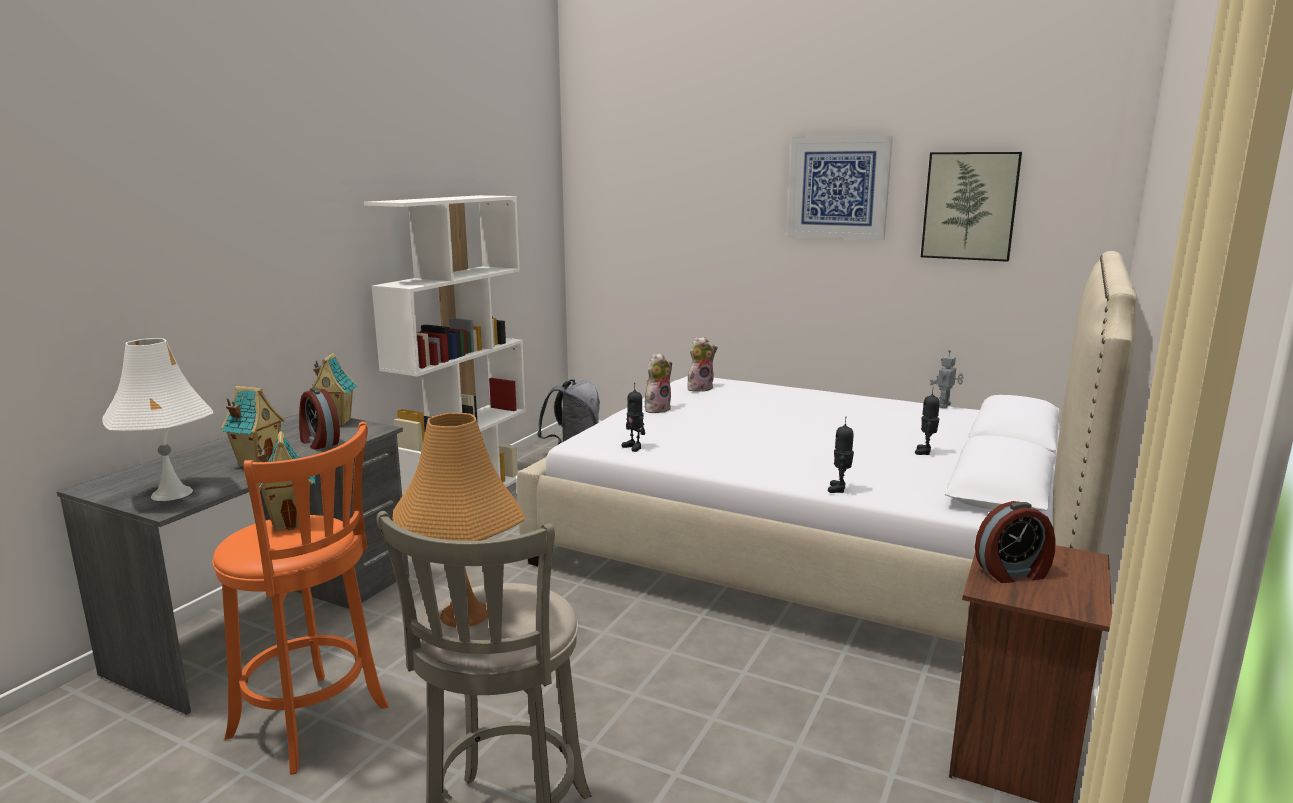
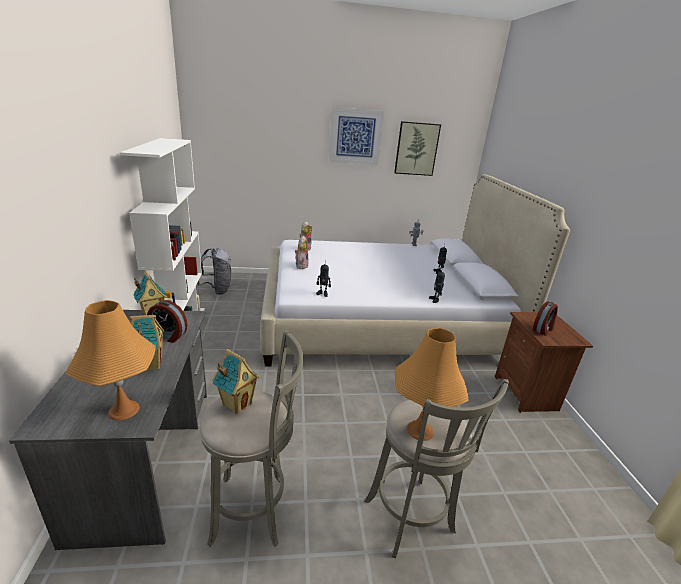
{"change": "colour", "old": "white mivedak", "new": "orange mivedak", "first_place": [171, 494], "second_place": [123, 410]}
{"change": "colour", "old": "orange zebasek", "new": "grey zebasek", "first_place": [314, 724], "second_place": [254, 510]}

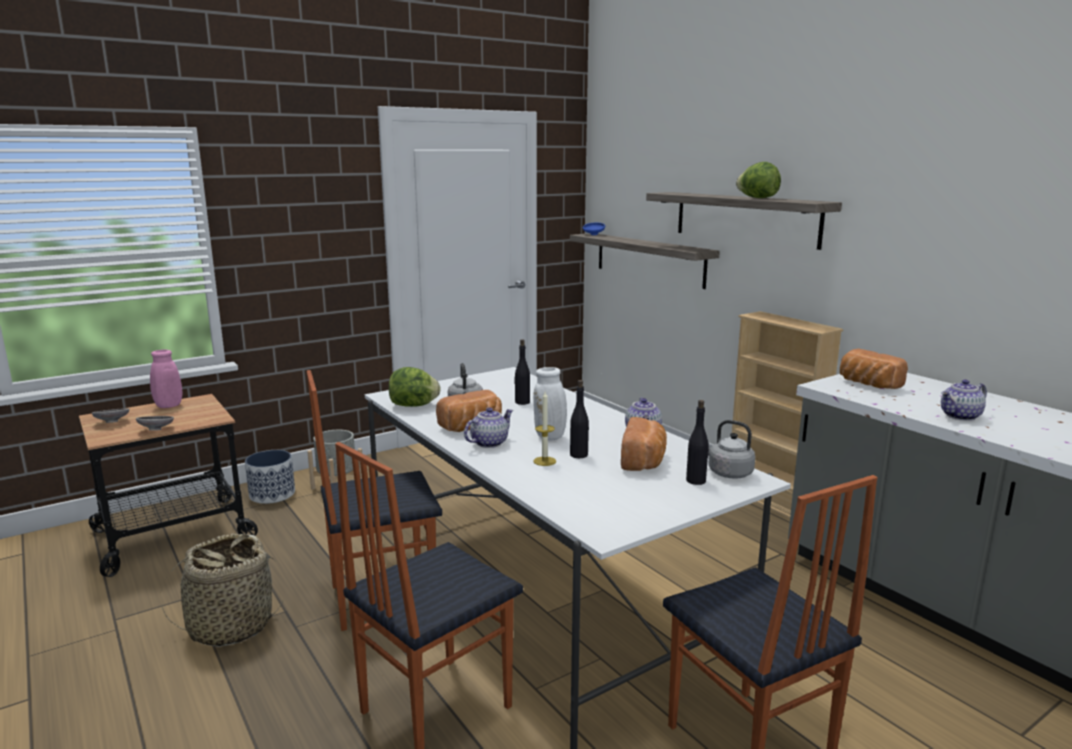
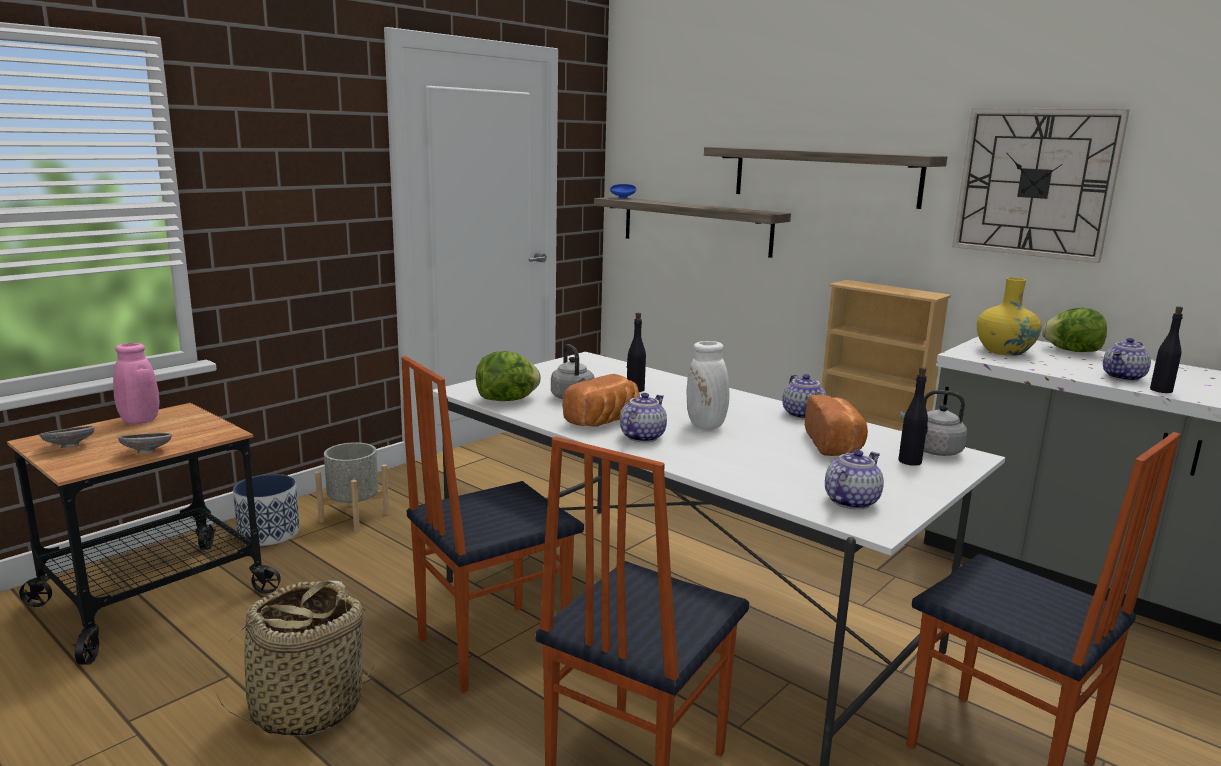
{"change": "missing", "old": "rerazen", "first_place": [544, 461]}
{"change": "appeared", "new": "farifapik", "second_place": [850, 501]}
{"change": "appeared", "new": "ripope", "second_place": [1035, 183]}
{"change": "relocated", "old": "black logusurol", "first_place": [579, 455], "second_place": [1161, 390]}
{"change": "relocated", "old": "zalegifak", "first_place": [757, 198], "second_place": [1072, 351]}
{"change": "exchanged", "old": "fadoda", "new": "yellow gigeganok", "first_place": [867, 384], "second_place": [1004, 351]}

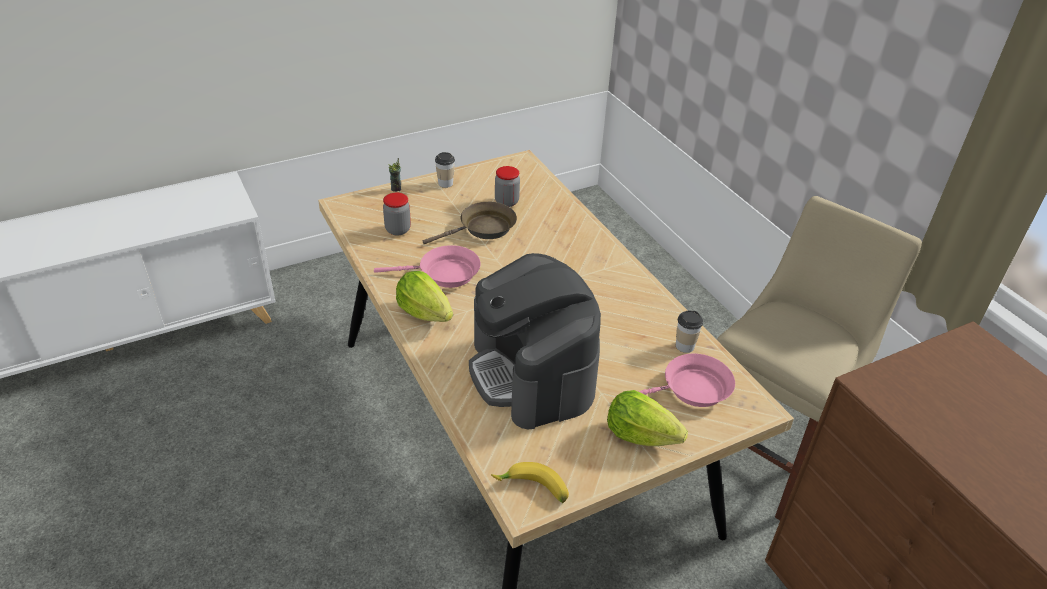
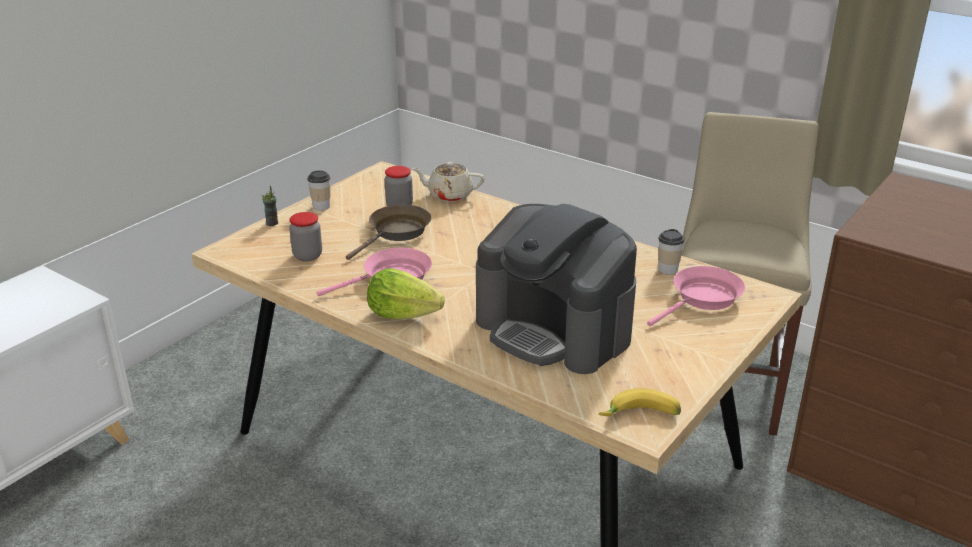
{"change": "missing", "old": "zalegifak", "first_place": [640, 435]}
{"change": "appeared", "new": "beige farifapik", "second_place": [449, 195]}

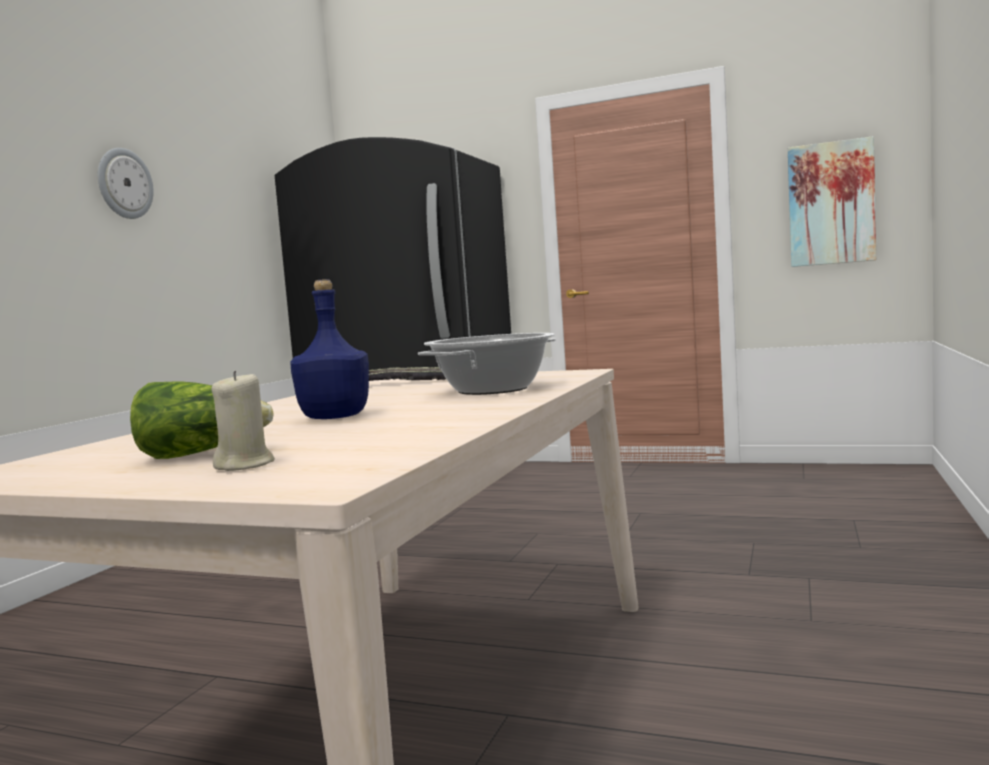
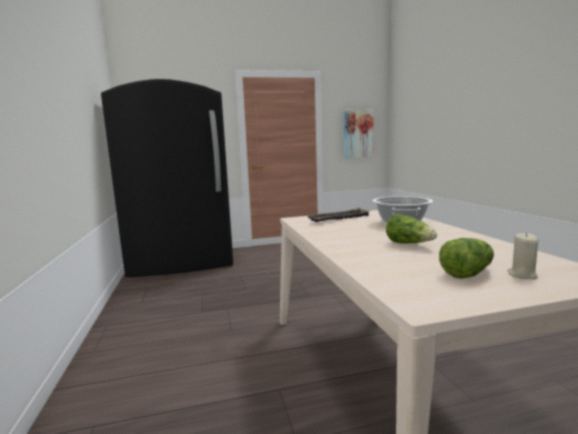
{"change": "missing", "old": "ripope", "first_place": [124, 184]}
{"change": "exchanged", "old": "blue logusurol", "new": "zalegifak", "first_place": [337, 417], "second_place": [409, 244]}

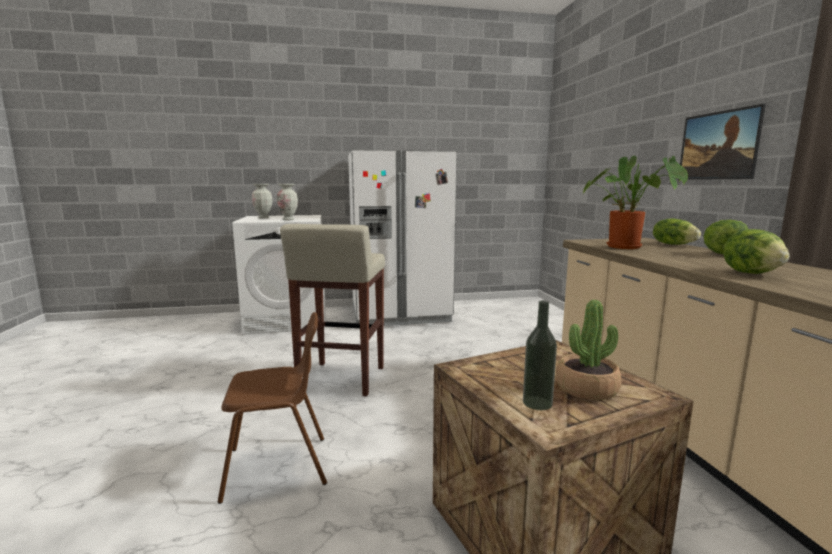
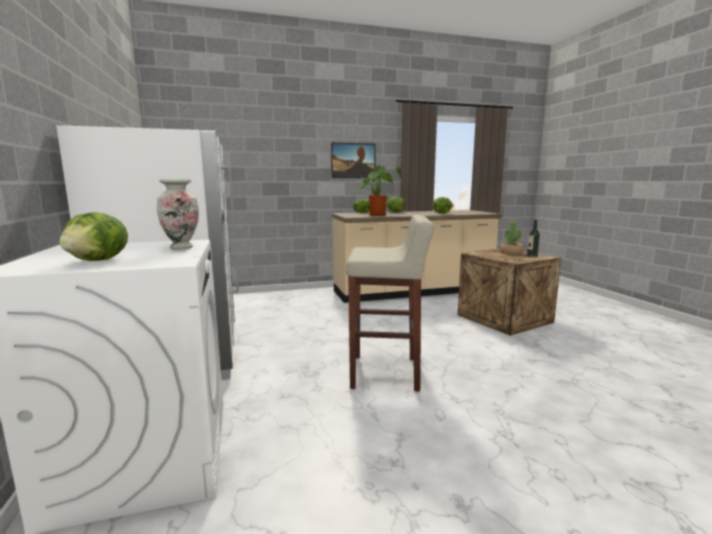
{"change": "missing", "old": "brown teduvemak", "first_place": [278, 467]}
{"change": "exchanged", "old": "gigeganok", "new": "zalegifak", "first_place": [263, 218], "second_place": [99, 261]}

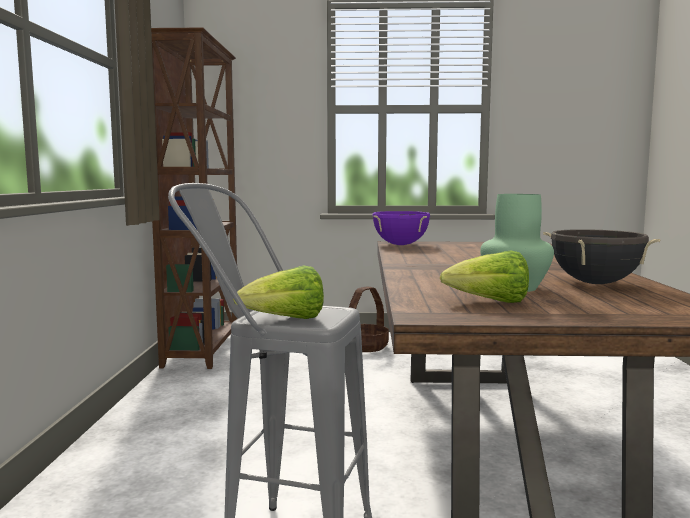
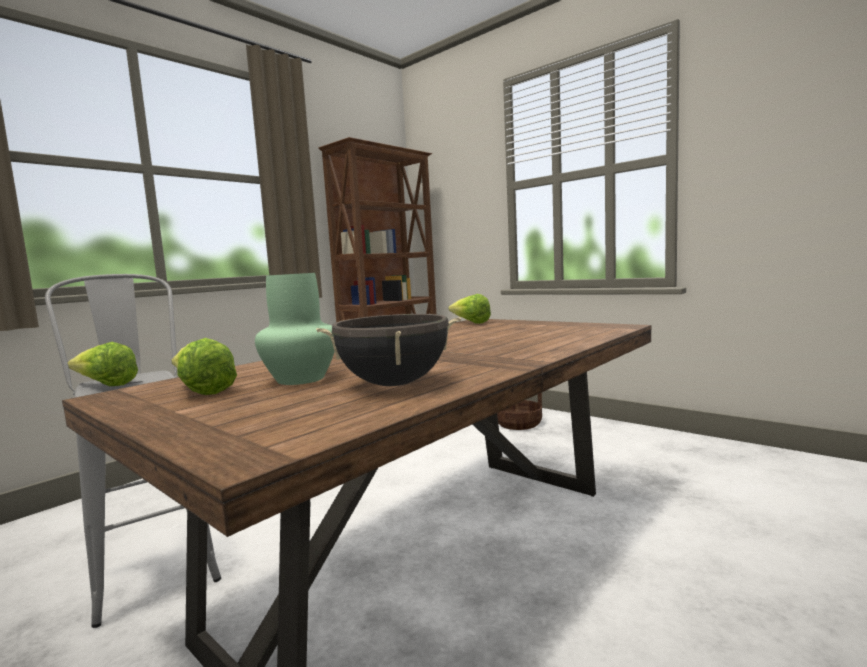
{"change": "exchanged", "old": "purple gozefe", "new": "zalegifak", "first_place": [400, 245], "second_place": [470, 323]}

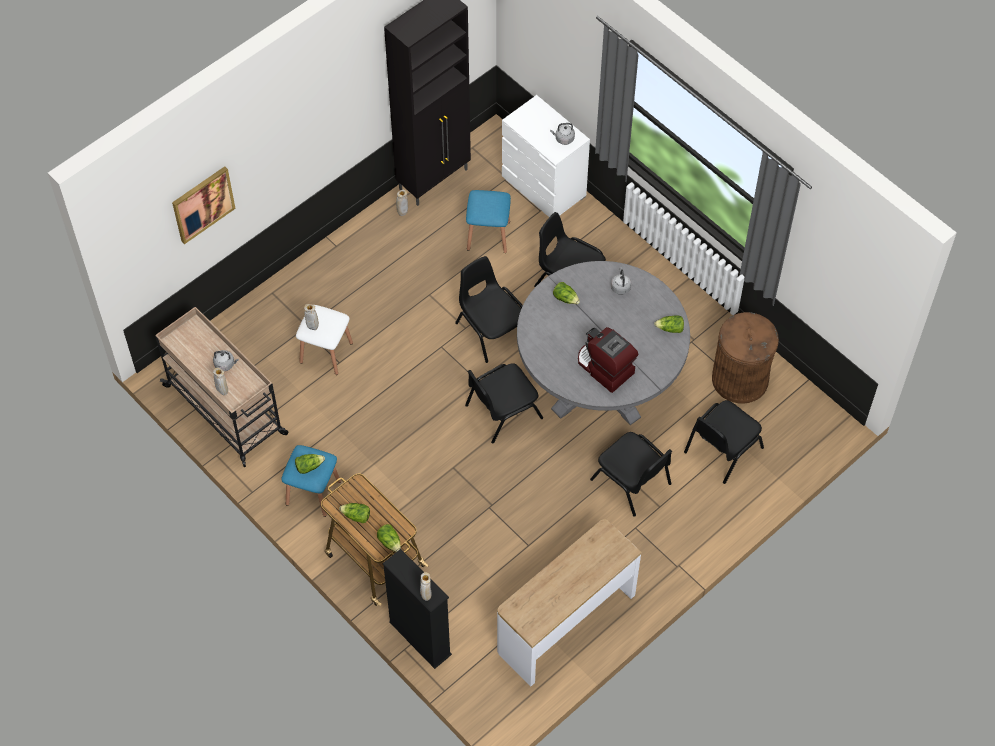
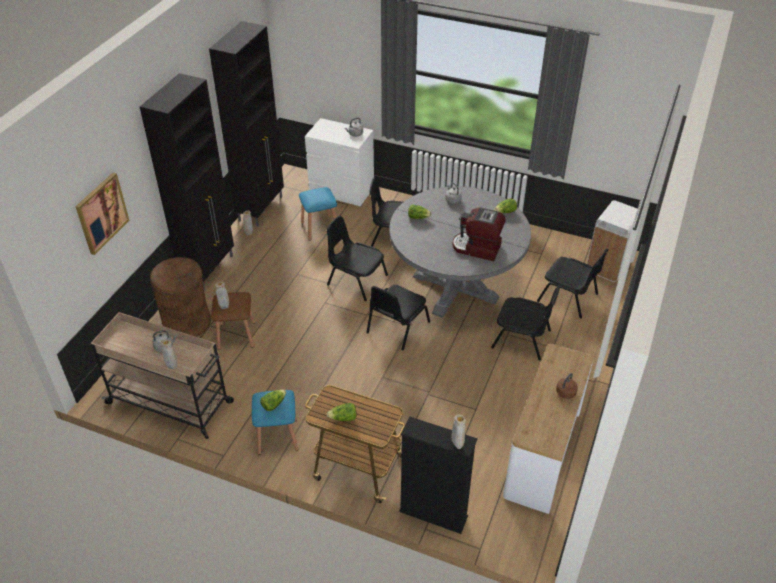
{"change": "missing", "old": "zalegifak", "first_place": [390, 542]}
{"change": "appeared", "new": "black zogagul", "second_place": [209, 269]}
{"change": "appeared", "new": "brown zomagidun", "second_place": [565, 393]}
{"change": "appeared", "new": "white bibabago", "second_place": [607, 266]}
{"change": "relocated", "old": "brown bibabago", "first_place": [740, 379], "second_place": [187, 322]}
{"change": "colour", "old": "white zebasek", "new": "brown zebasek", "first_place": [326, 352], "second_place": [236, 335]}
{"change": "spun", "old": "black teduvemak", "first_place": [721, 450], "second_place": [568, 298], "degrees": -75}

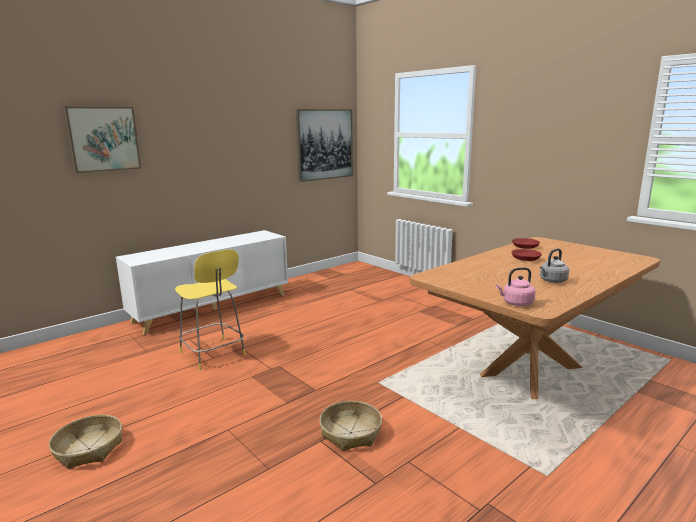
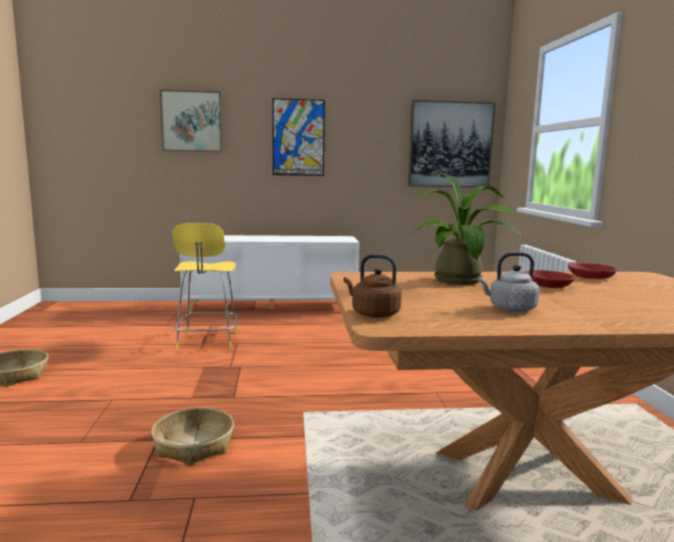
{"change": "appeared", "new": "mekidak", "second_place": [298, 137]}
{"change": "appeared", "new": "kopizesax", "second_place": [461, 282]}
{"change": "colour", "old": "pink zomagidun", "new": "brown zomagidun", "first_place": [516, 303], "second_place": [373, 314]}

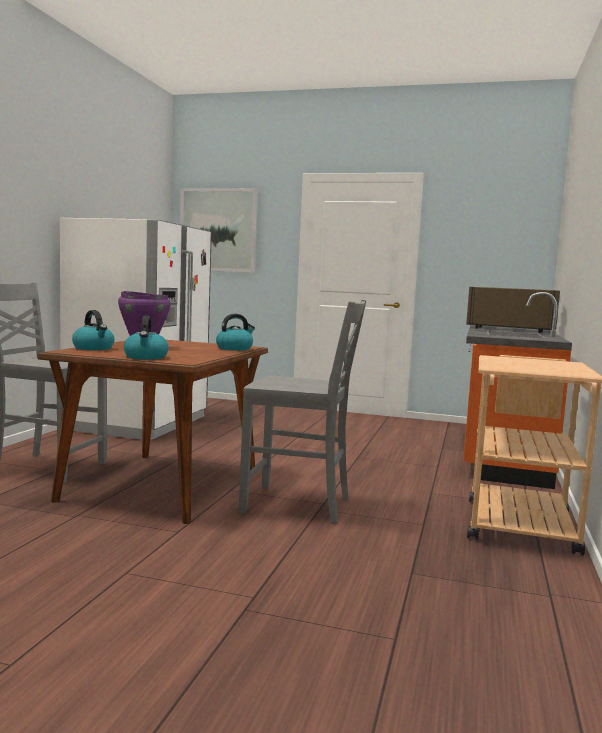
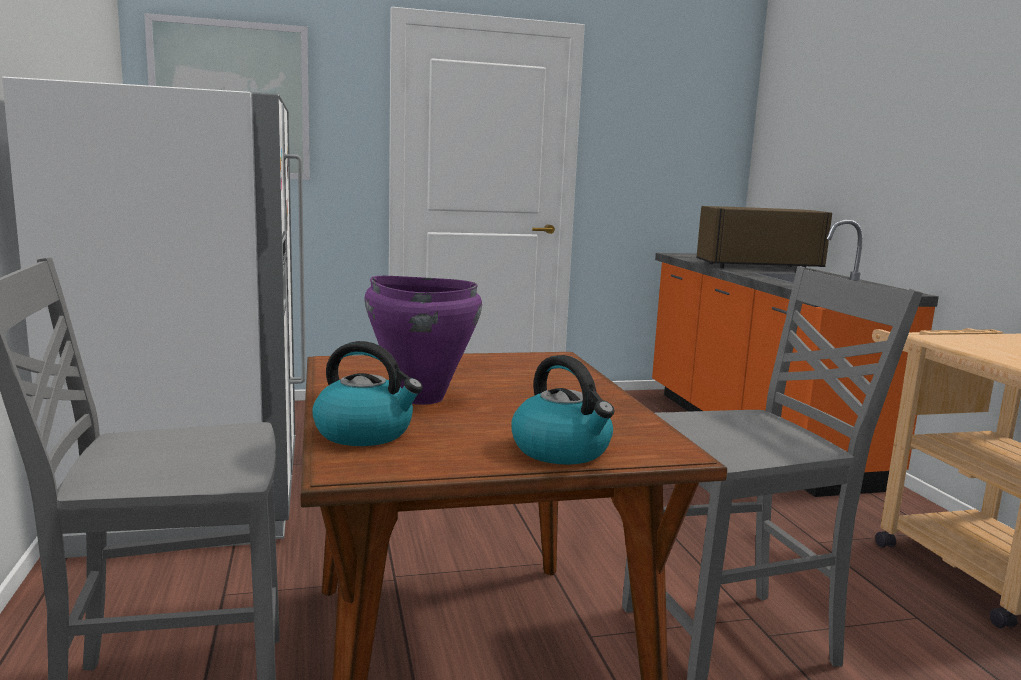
{"change": "missing", "old": "zomagidun", "first_place": [235, 348]}

